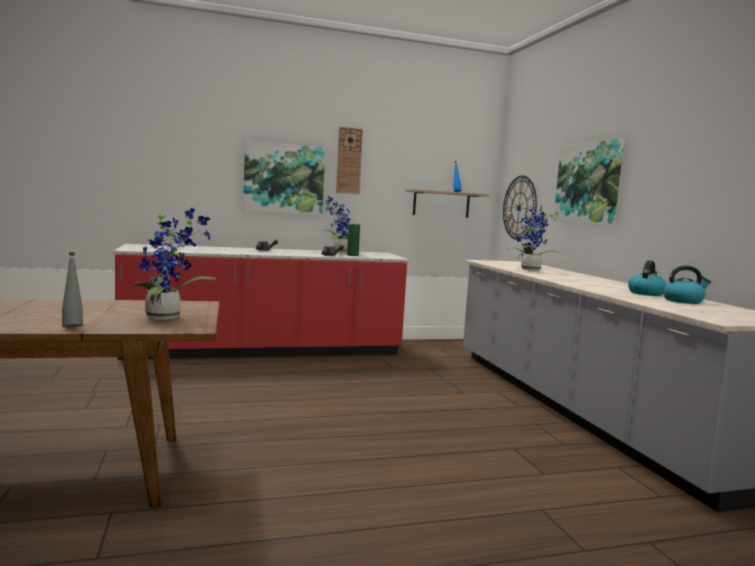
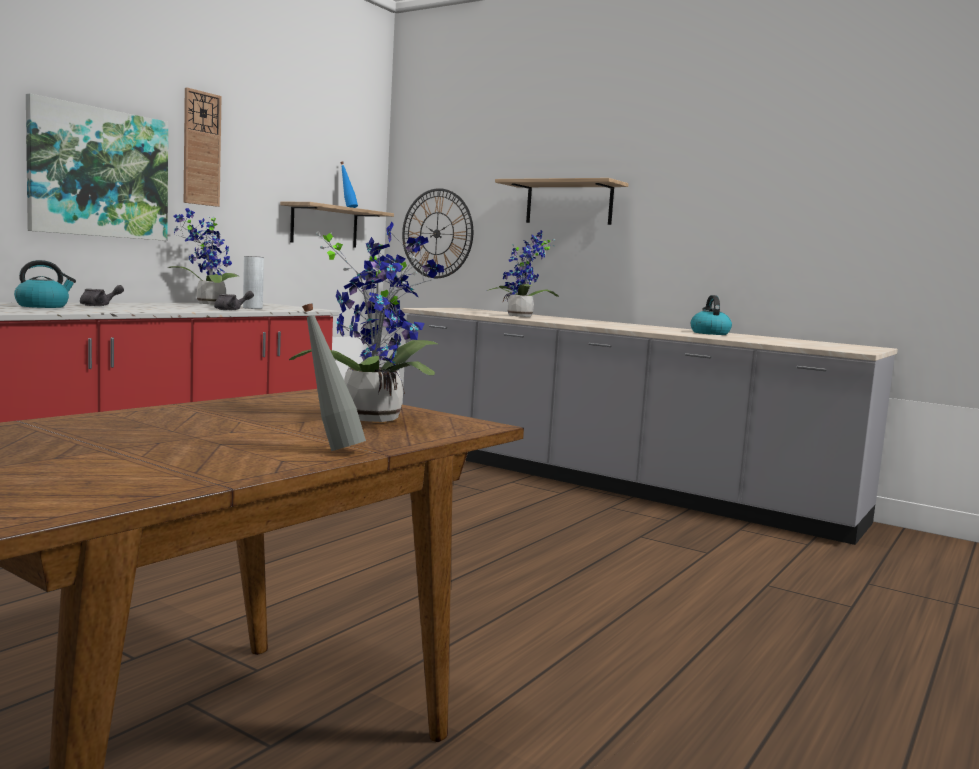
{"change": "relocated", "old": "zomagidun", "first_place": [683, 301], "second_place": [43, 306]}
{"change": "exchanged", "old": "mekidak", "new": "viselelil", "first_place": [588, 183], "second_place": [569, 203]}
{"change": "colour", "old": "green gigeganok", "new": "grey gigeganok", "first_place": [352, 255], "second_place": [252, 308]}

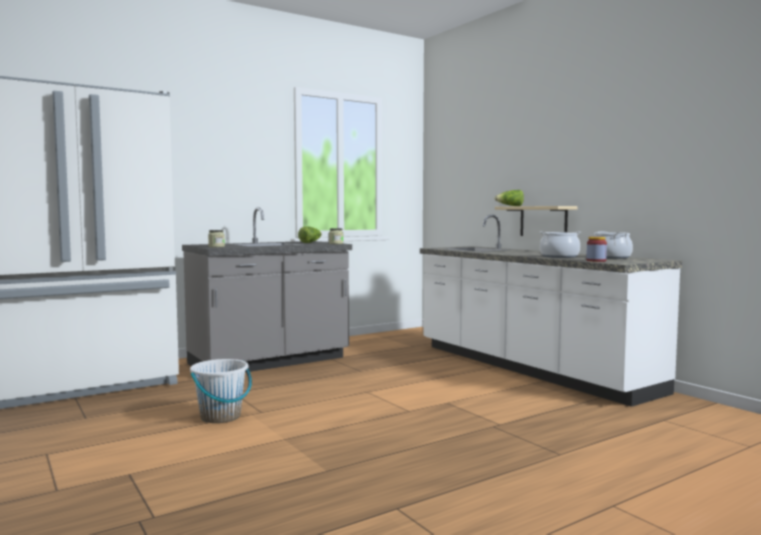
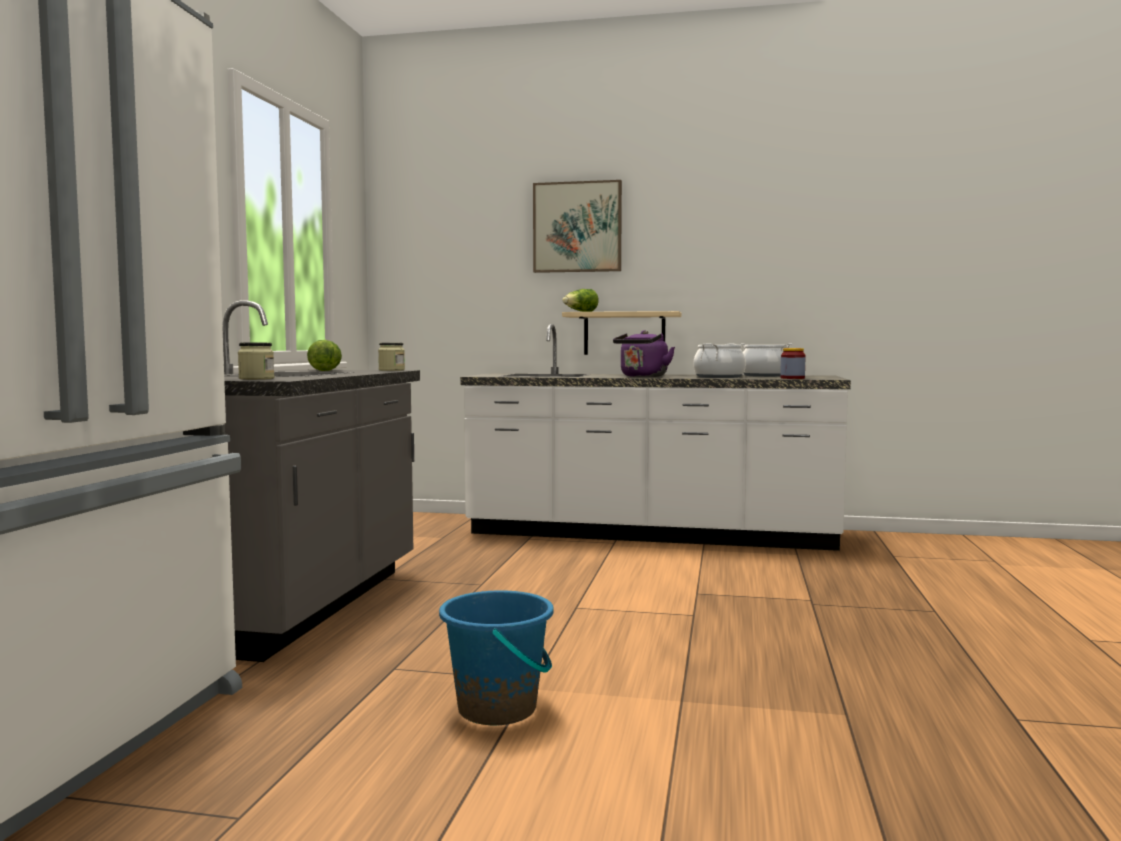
{"change": "appeared", "new": "mekidak", "second_place": [577, 227]}
{"change": "appeared", "new": "purple zomagidun", "second_place": [642, 376]}
{"change": "colour", "old": "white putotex", "new": "blue putotex", "first_place": [221, 417], "second_place": [498, 709]}

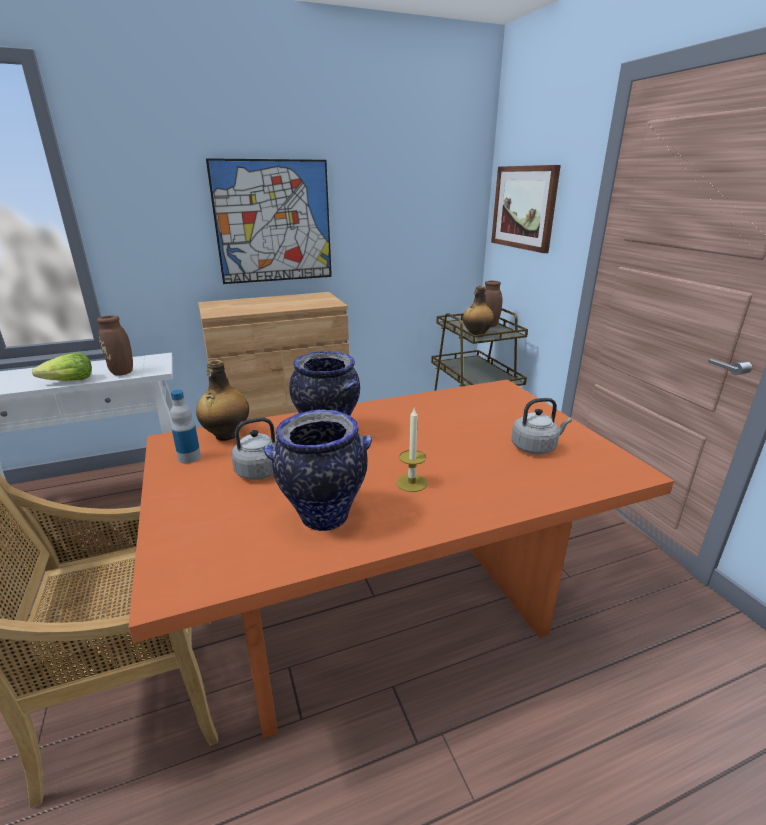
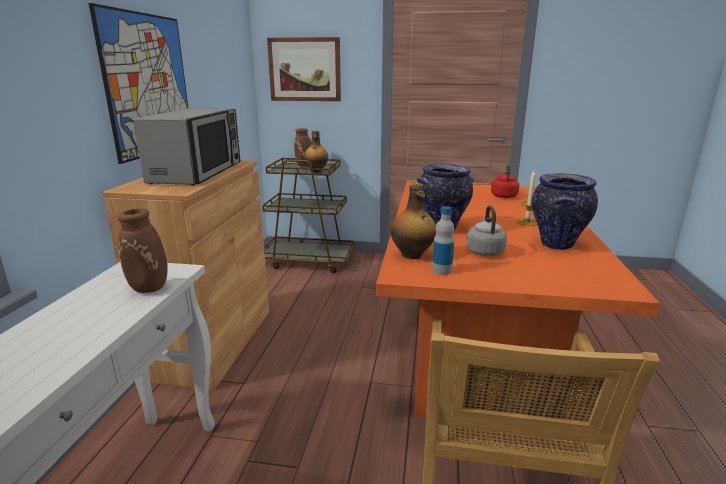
{"change": "missing", "old": "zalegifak", "first_place": [69, 381]}
{"change": "appeared", "new": "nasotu", "second_place": [198, 173]}
{"change": "colour", "old": "grey zomagidun", "new": "red zomagidun", "first_place": [535, 447], "second_place": [504, 196]}

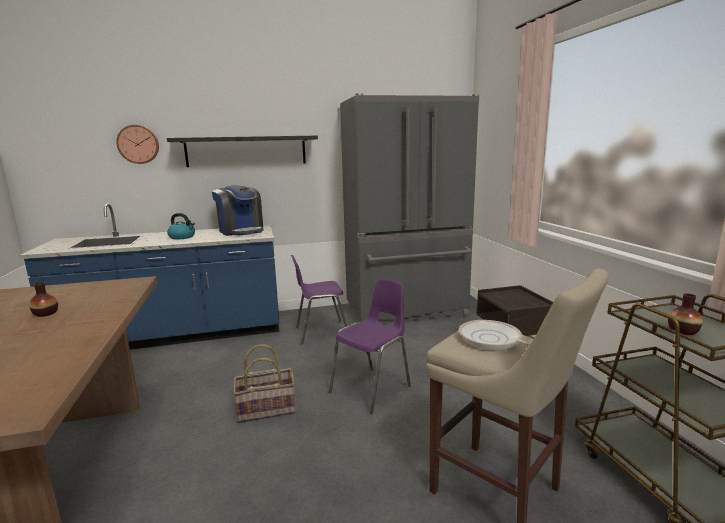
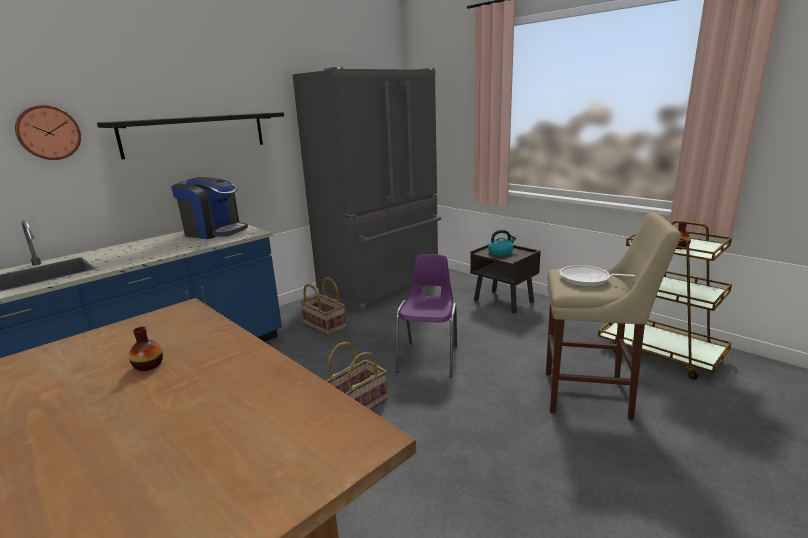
{"change": "relocated", "old": "zomagidun", "first_place": [182, 237], "second_place": [500, 252]}
{"change": "exchanged", "old": "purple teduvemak", "new": "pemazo", "first_place": [320, 332], "second_place": [323, 326]}

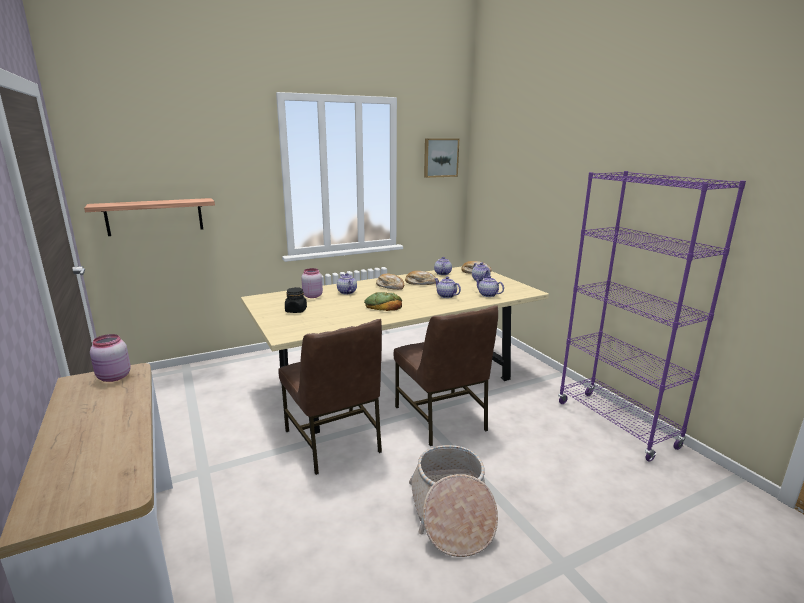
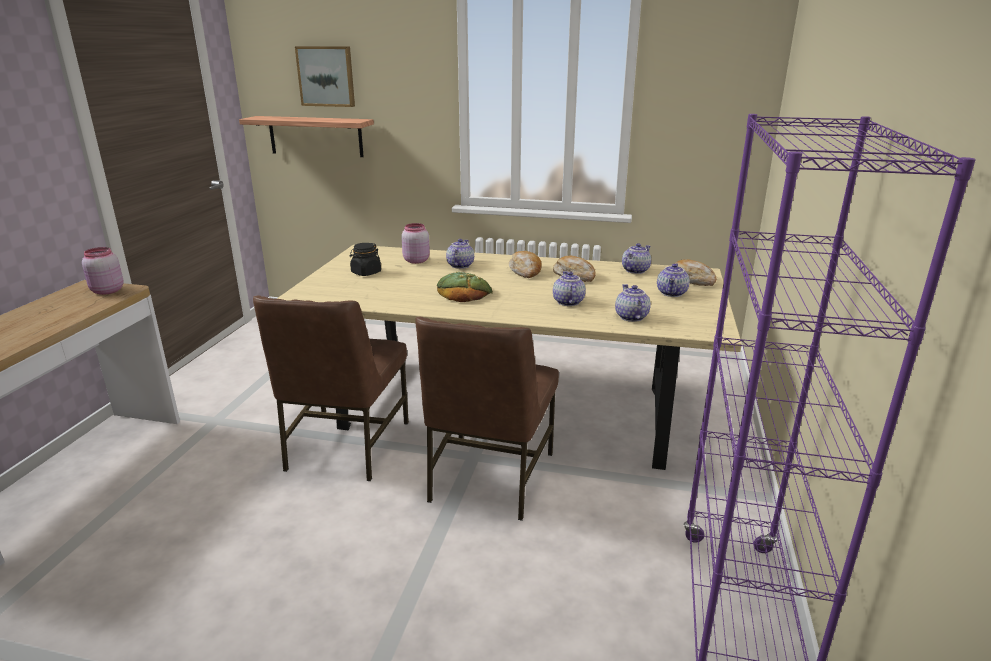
{"change": "missing", "old": "pemazo", "first_place": [451, 514]}
{"change": "relocated", "old": "mekidak", "first_place": [440, 157], "second_place": [326, 76]}

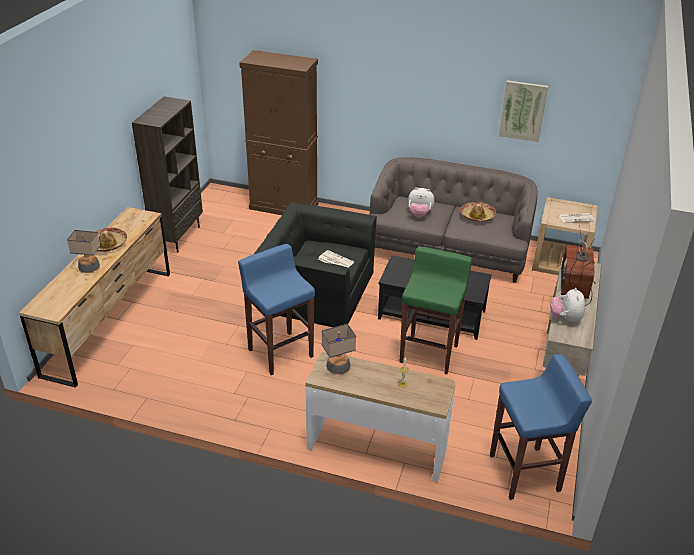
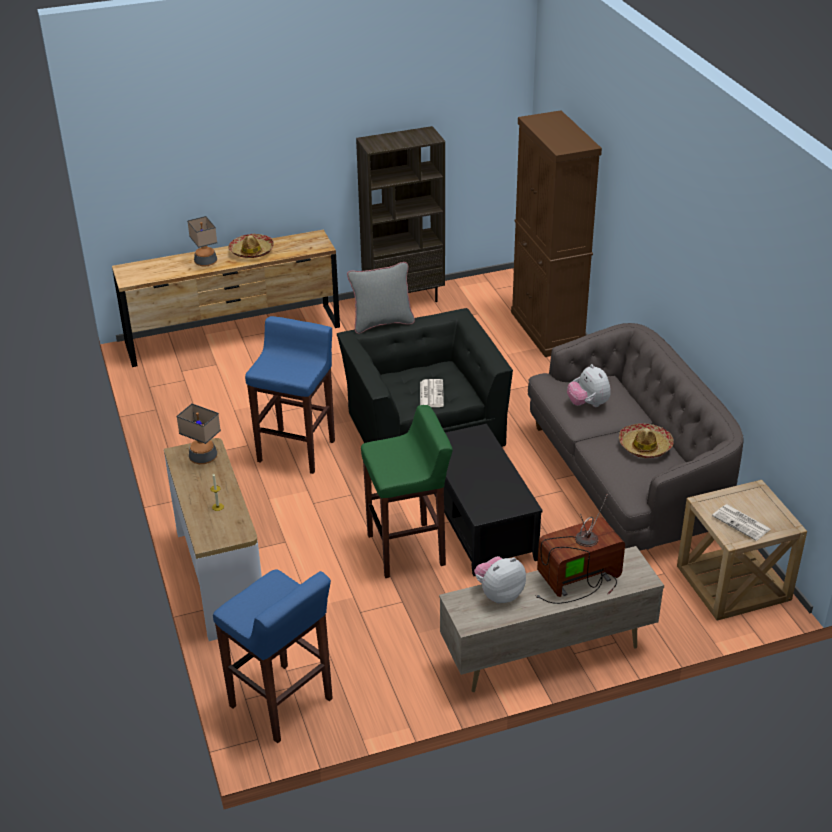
{"change": "missing", "old": "mekidak", "first_place": [523, 110]}
{"change": "appeared", "new": "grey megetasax", "second_place": [382, 323]}

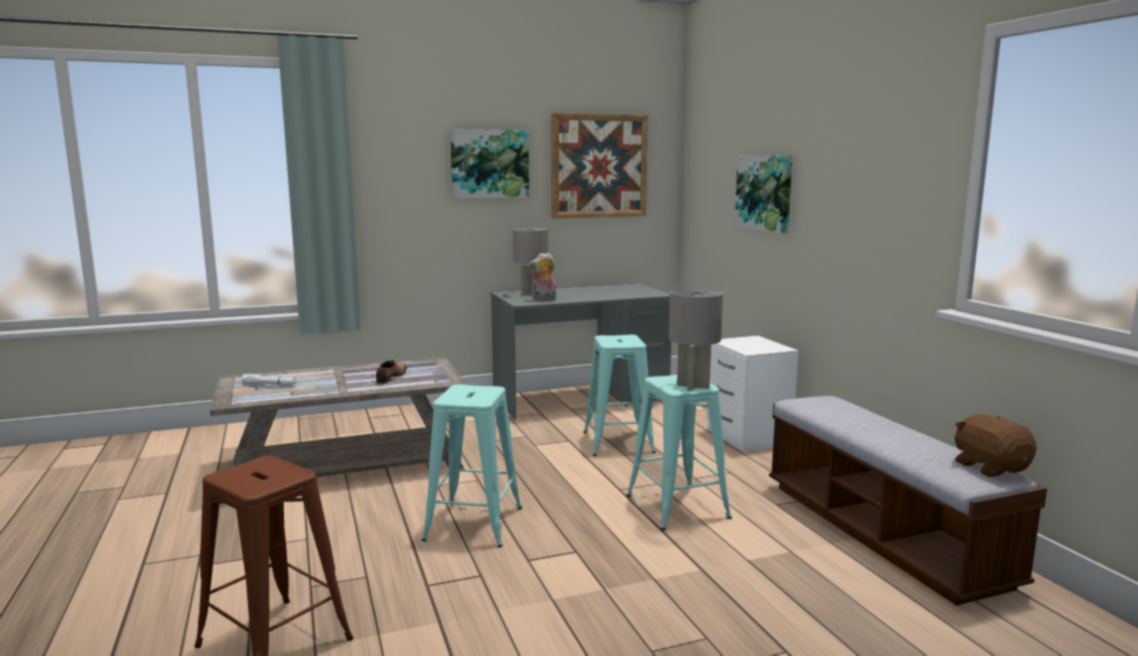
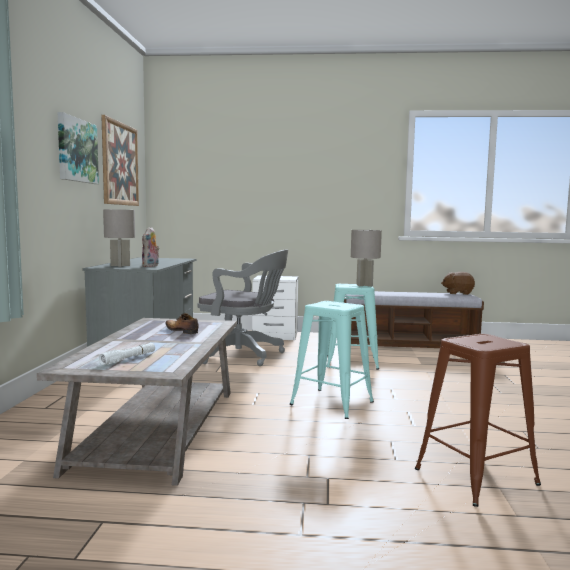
{"change": "missing", "old": "mekidak", "first_place": [765, 193]}
{"change": "exchanged", "old": "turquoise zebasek", "new": "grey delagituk", "first_place": [618, 442], "second_place": [243, 355]}

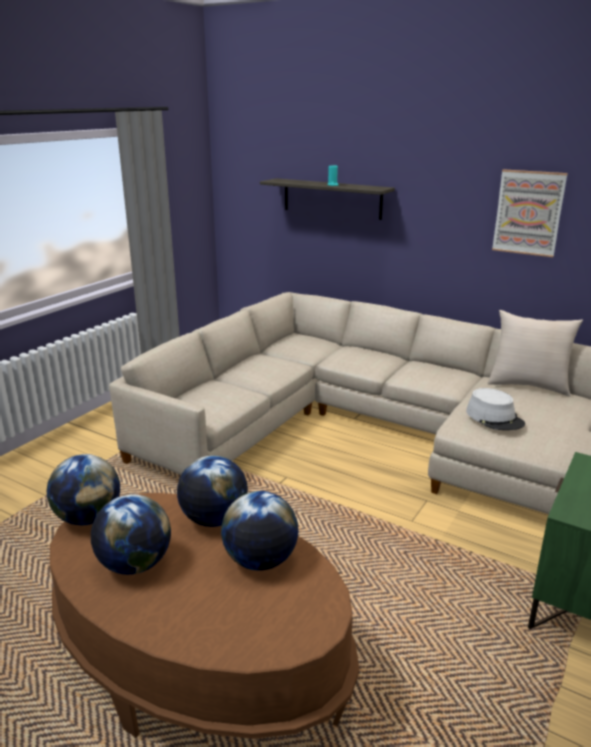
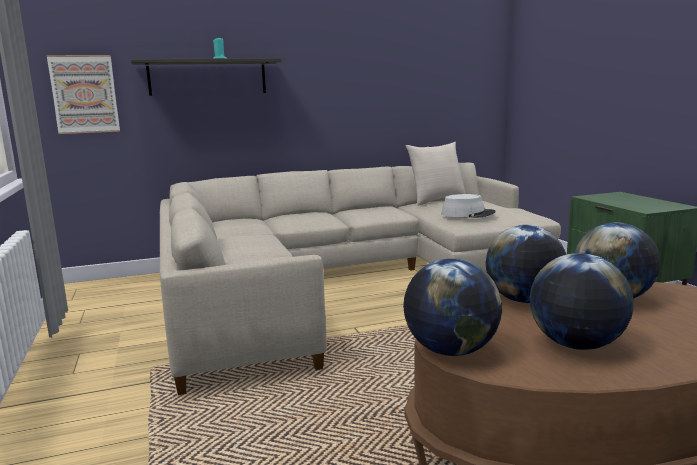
{"change": "relocated", "old": "mekidak", "first_place": [528, 213], "second_place": [84, 94]}

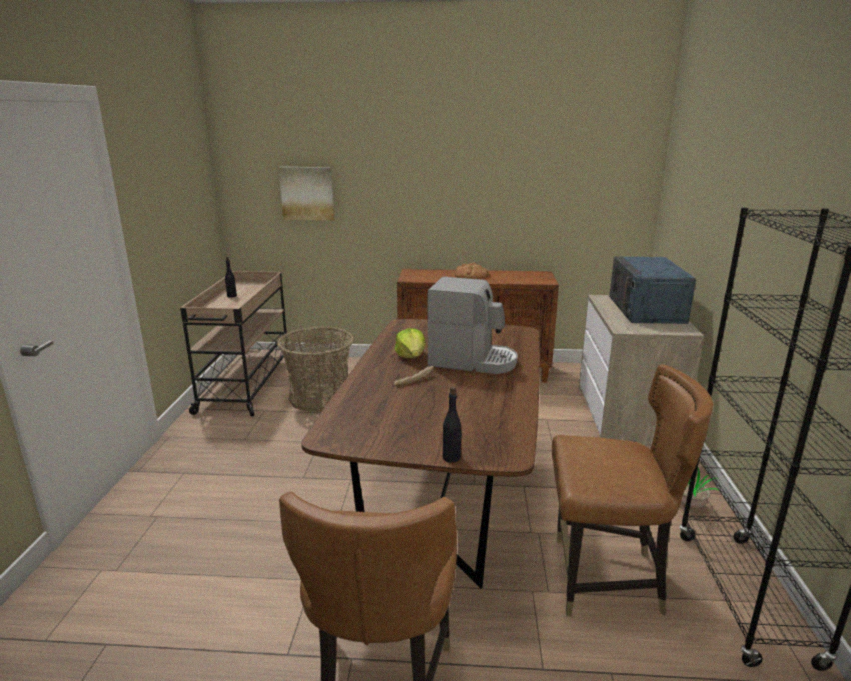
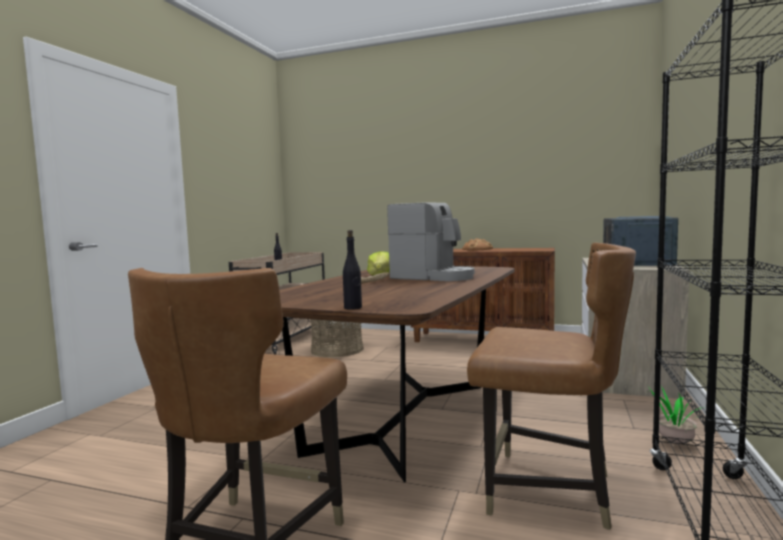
{"change": "missing", "old": "mekidak", "first_place": [307, 193]}

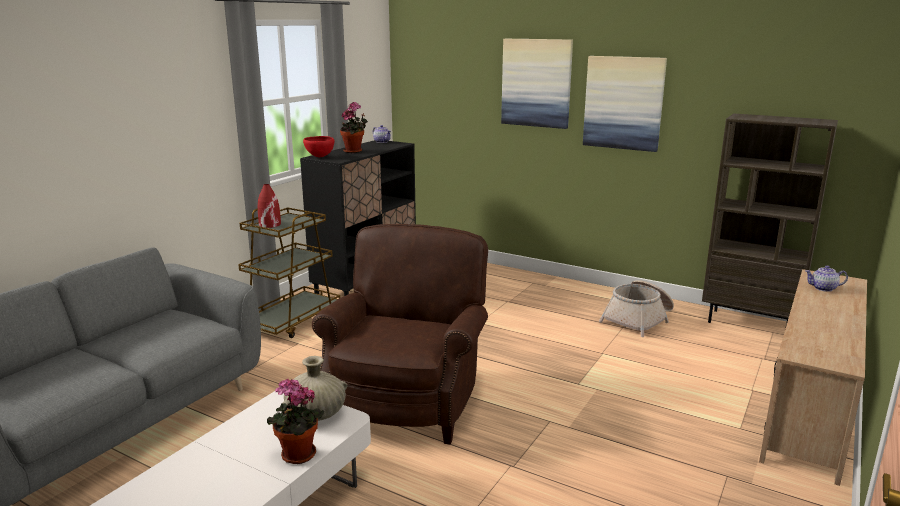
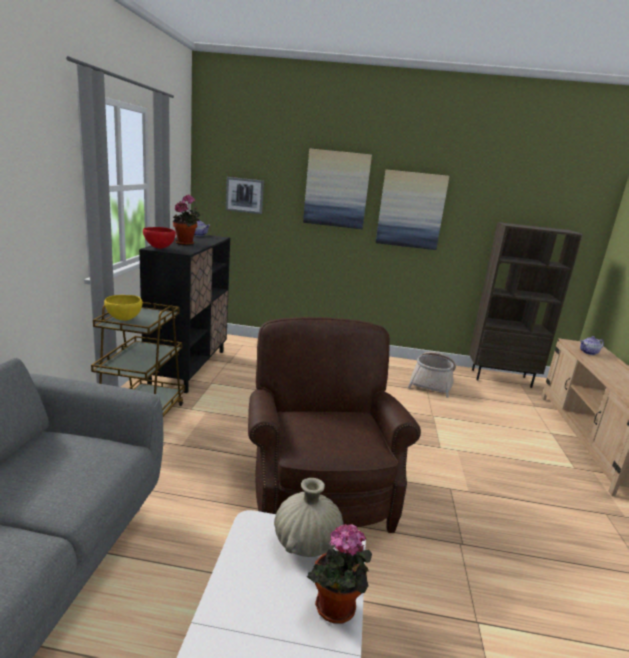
{"change": "appeared", "new": "mekidak", "second_place": [244, 195]}
{"change": "exchanged", "old": "red gigeganok", "new": "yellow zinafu", "first_place": [269, 224], "second_place": [124, 320]}

